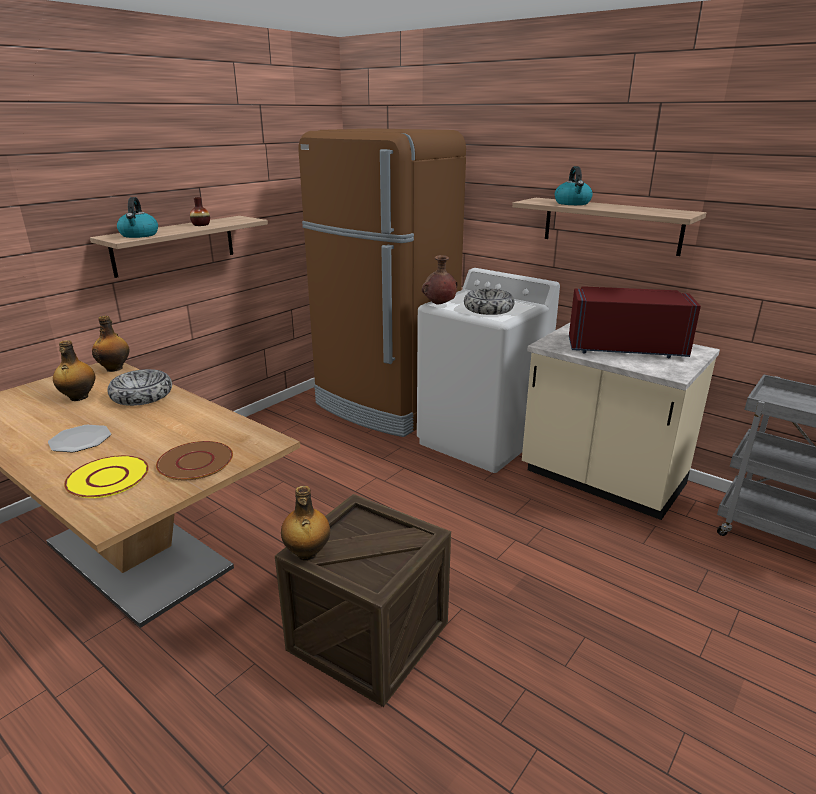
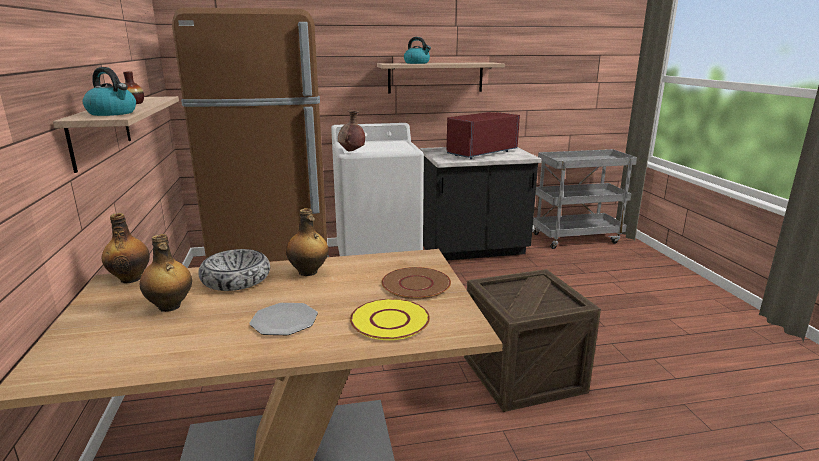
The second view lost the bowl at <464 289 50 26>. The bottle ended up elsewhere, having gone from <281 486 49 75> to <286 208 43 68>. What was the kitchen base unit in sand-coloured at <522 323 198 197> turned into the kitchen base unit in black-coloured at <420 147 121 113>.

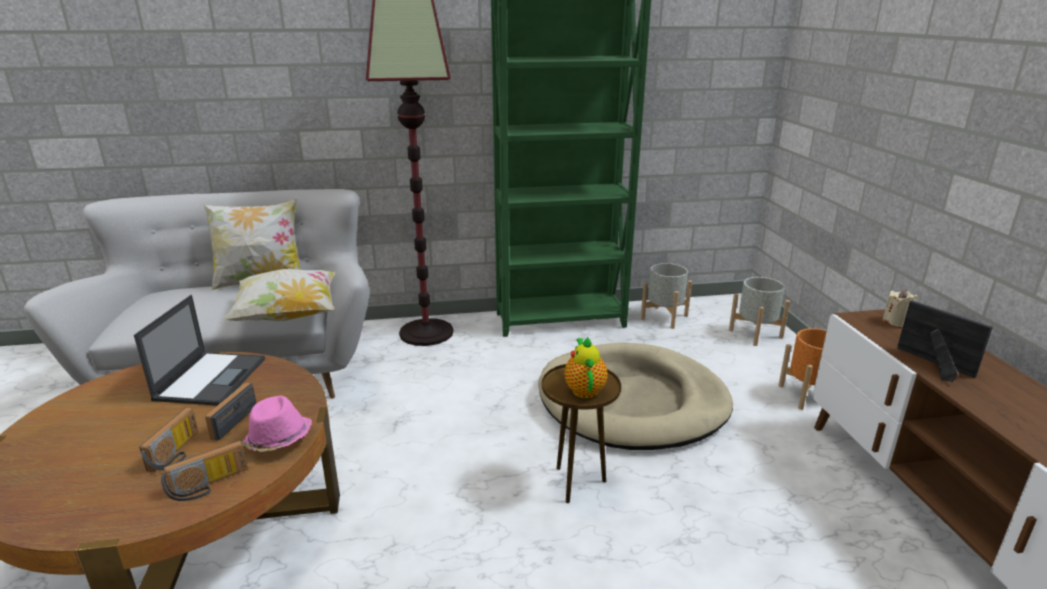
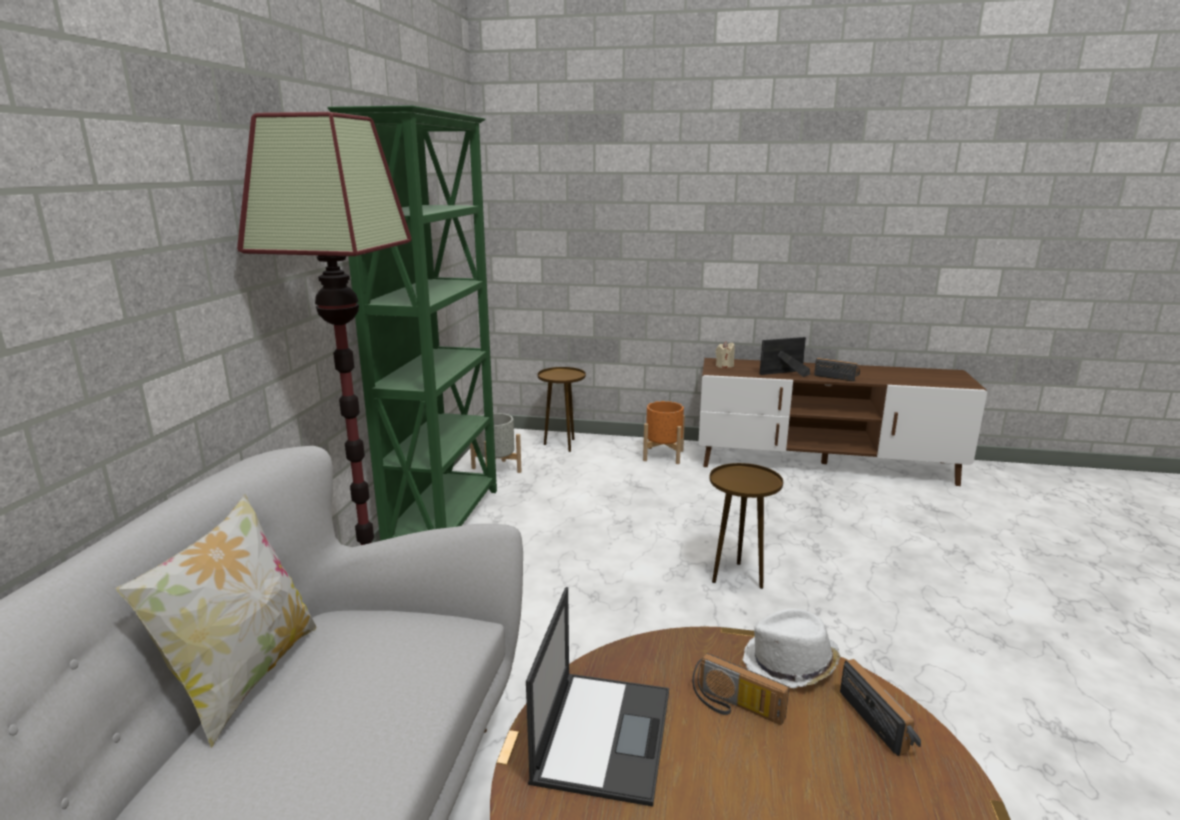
The second view lost the pillow at <223 269 112 52>. The second view lost the dog bed in sand-coloured at <538 343 195 107>. The second view lost the pot for tea at <564 336 44 62>. The radio set ended up elsewhere, having gone from <139 408 59 64> to <814 358 46 24>. Where the flower pot in gray stood at <729 277 61 69>, the accent table in brown-coloured came to stand at <537 367 49 85>. What was the wearable hat in pink-coloured at <241 395 71 57> turned into the wearable hat in white at <742 609 99 80>. The laptop at <134 295 131 111> ended up facing another way, 75 degrees clockwise from before.

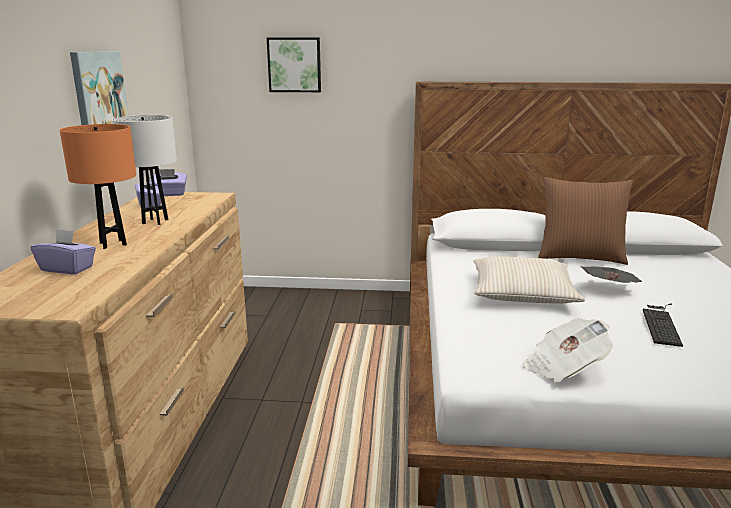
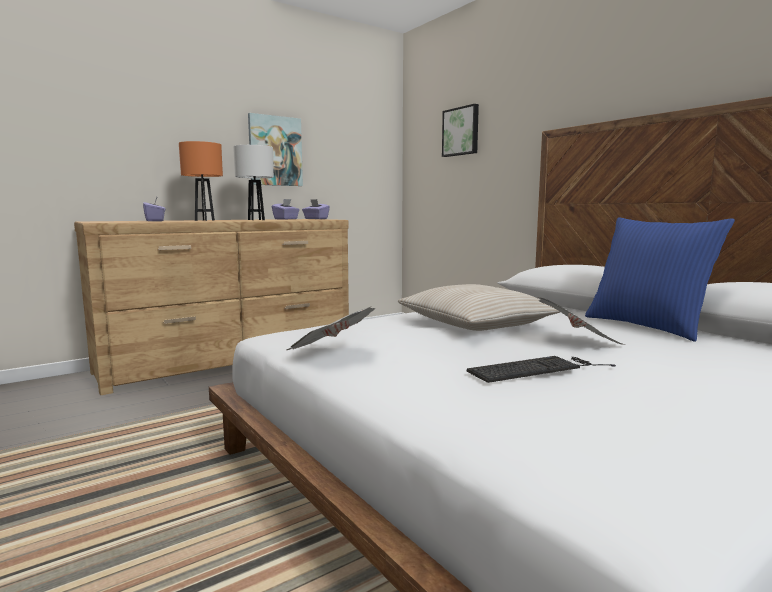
What was the pillow in brown-coloured at <538 177 95 88> turned into the pillow in blue at <585 217 150 125>.

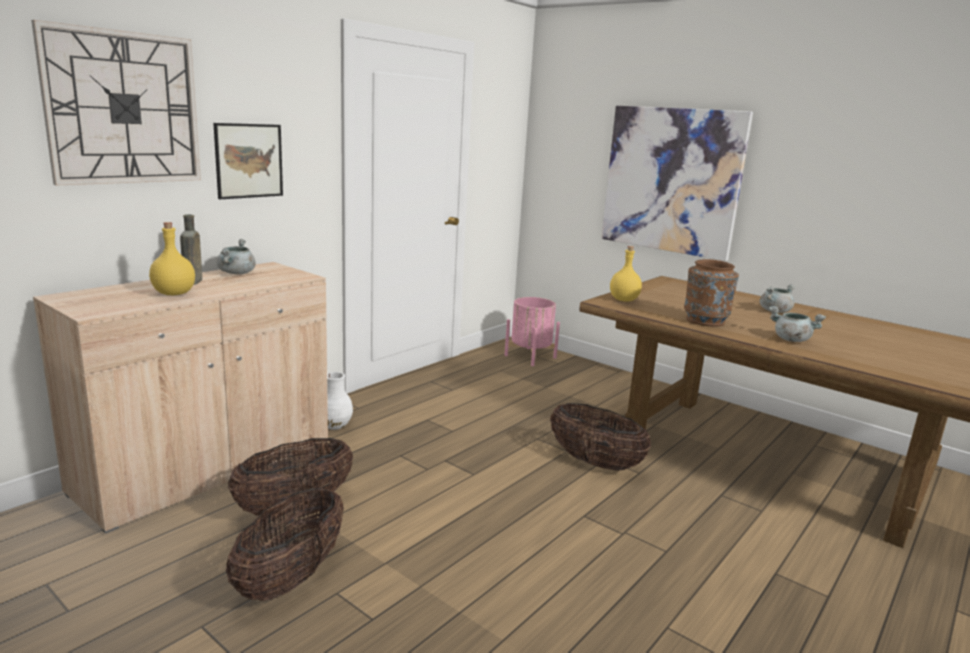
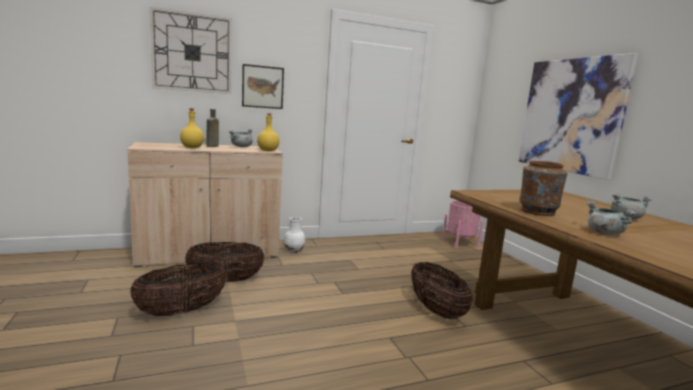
The bottle in yellow ended up elsewhere, having gone from <610 246 32 56> to <257 113 22 38>.

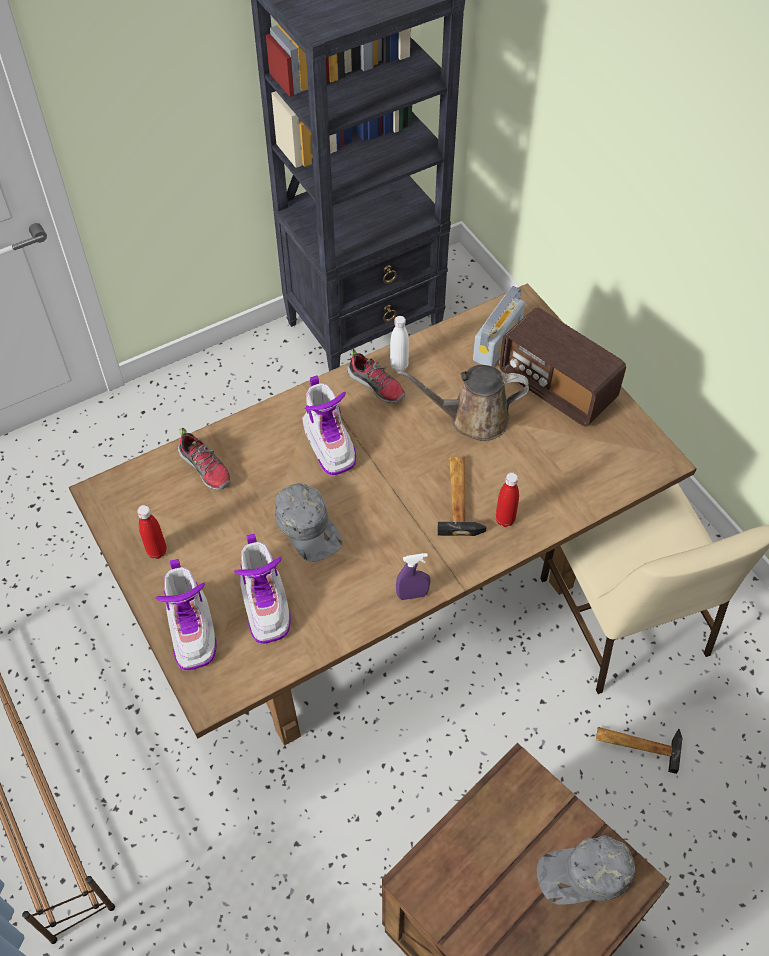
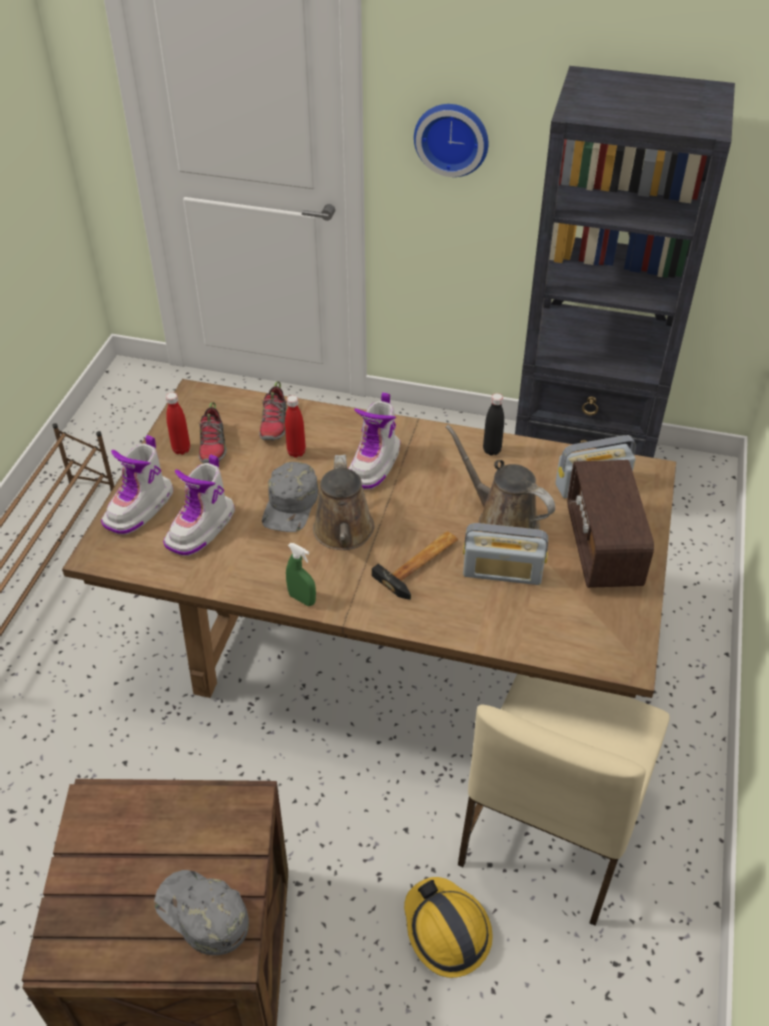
The second view gained the watering can in brown-coloured at <313 454 62 96>. The second view gained the wall clock at <414 104 74 73>. The second view gained the radio set at <463 523 85 62>. The shoe ended up elsewhere, having gone from <347 349 58 54> to <199 402 28 61>. The bottle in reddish ended up elsewhere, having gone from <495 472 24 55> to <285 395 21 63>. Where the hammer stood at <596 727 86 47>, the work helmet came to stand at <404 877 89 101>. What was the bottle in white at <390 316 19 55> turned into the bottle in black-coloured at <483 393 21 63>. What was the hand sprayer in purplish at <396 553 34 47> turned into the hand sprayer in green at <286 543 30 63>.

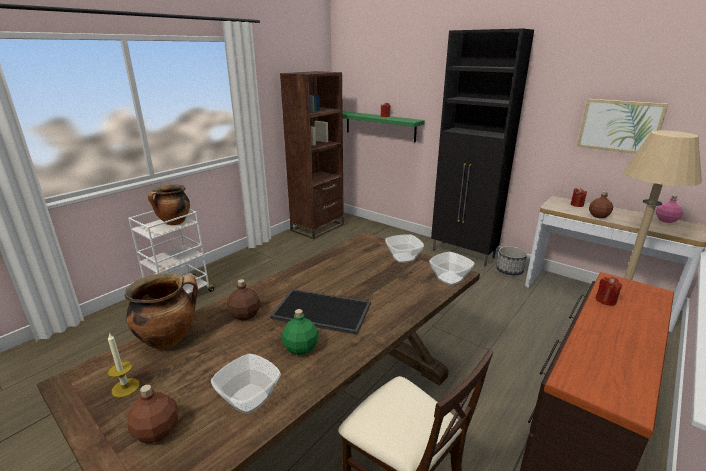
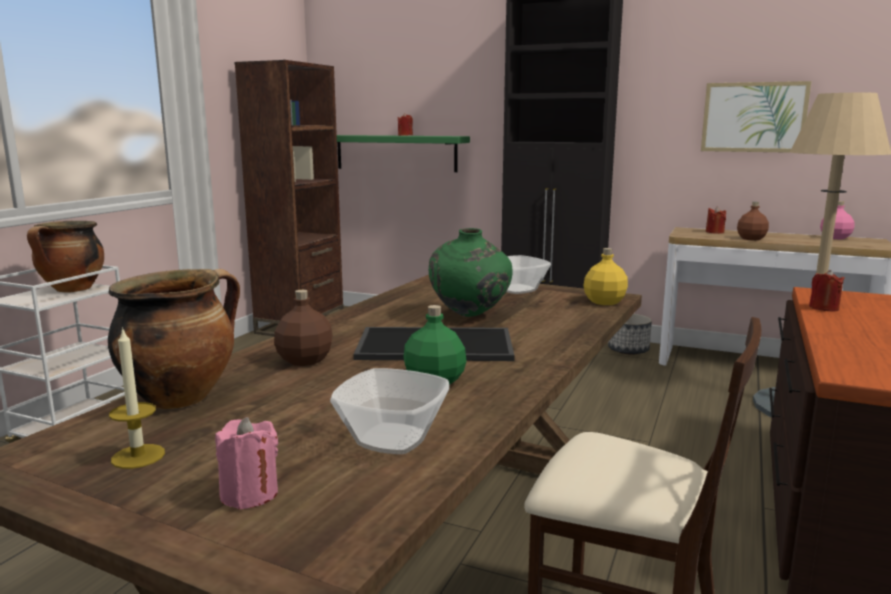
The second view gained the vase in green at <429 228 84 89>. Where the bottle in brown-coloured stood at <127 385 51 58>, the wax light in pink-coloured came to stand at <215 417 63 93>. Where the bowl stood at <429 252 46 33>, the bottle in yellow came to stand at <583 248 45 57>.

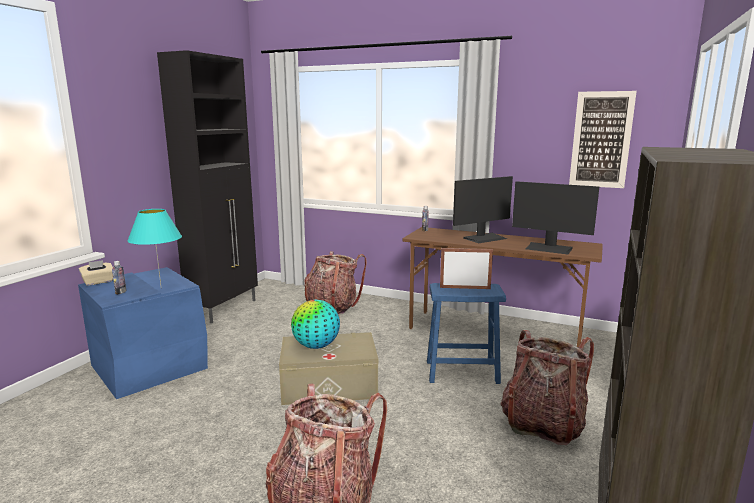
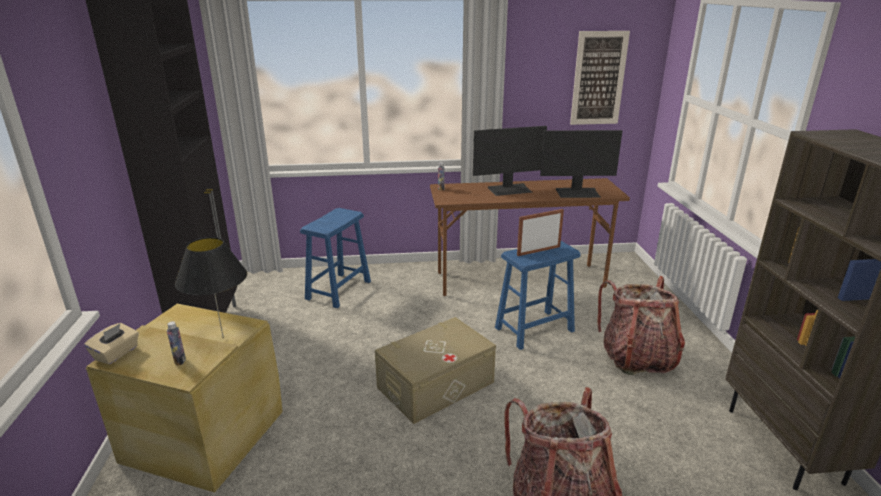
The second view lost the globe at <291 300 49 49>. Where the knapsack stood at <304 251 63 63>, the stool seat in blue came to stand at <300 208 71 100>. What was the storage box in blue at <78 267 130 132> turned into the storage box in sand-coloured at <86 304 197 189>. What was the table lamp in turquoise at <127 209 55 77> turned into the table lamp in black-coloured at <175 237 72 101>. The computer display at <453 176 60 67> ended up facing another way, 45 degrees clockwise from before.

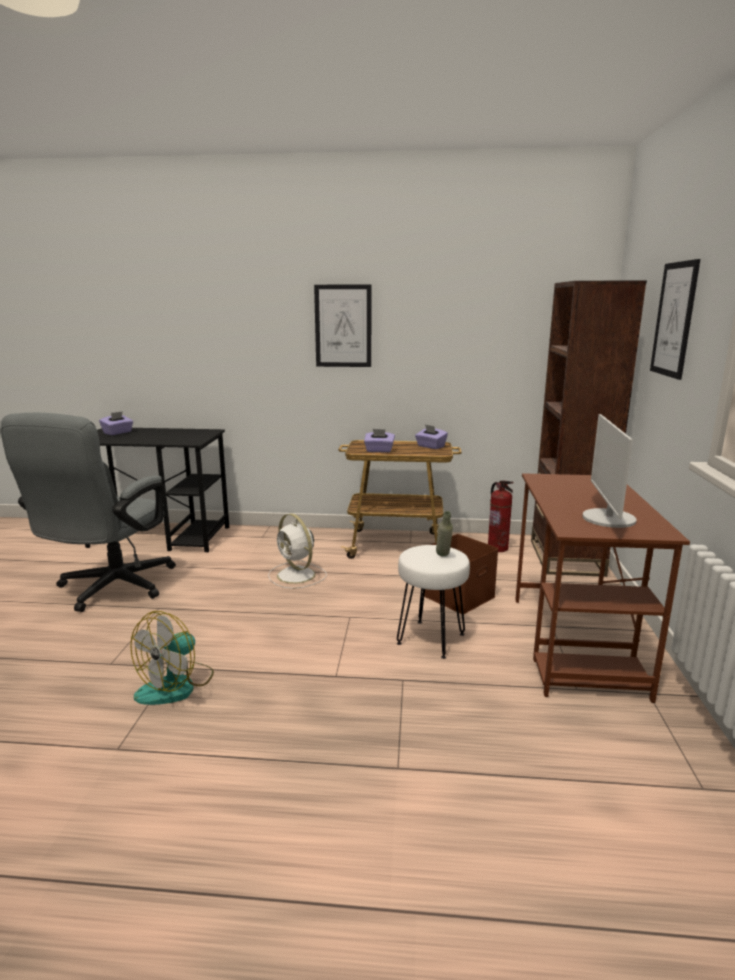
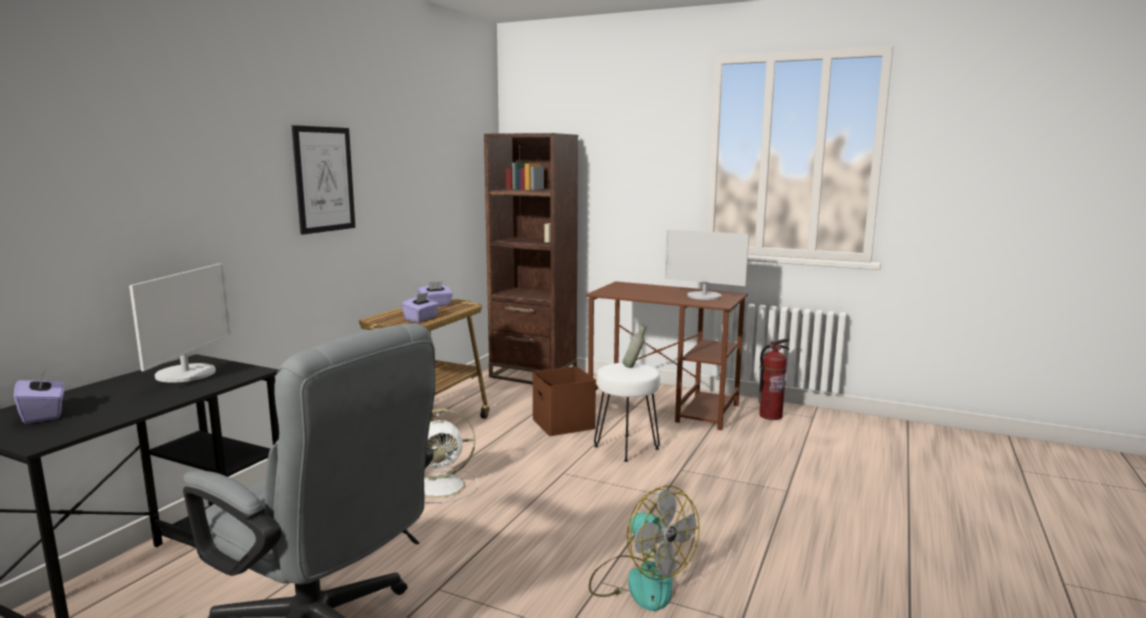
The second view lost the wall art at <650 259 50 121>. The second view gained the computer display at <129 263 102 120>. The extinguisher ended up elsewhere, having gone from <488 480 26 72> to <759 338 31 82>.

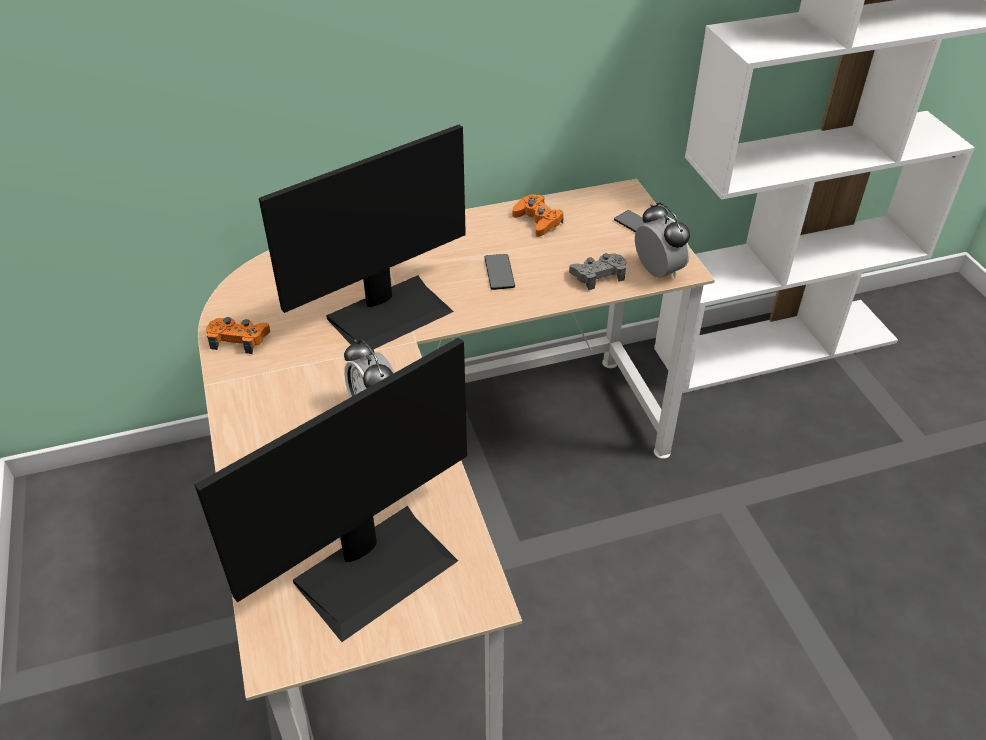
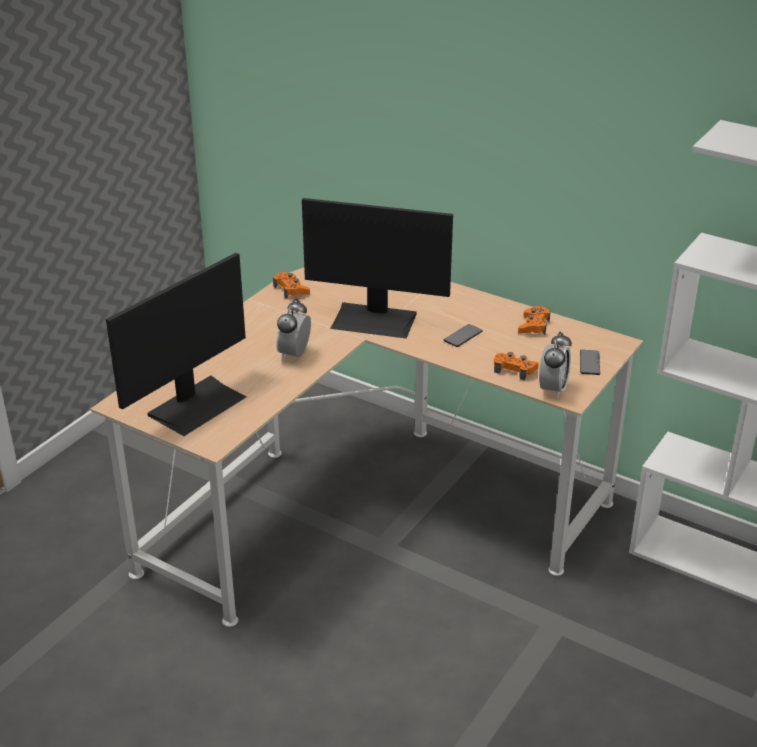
What was the gamepad in gray at <569 253 57 37> turned into the gamepad in orangey at <494 352 45 29>. The computer display at <194 337 273 305> ended up facing another way, 60 degrees counterclockwise from before.

